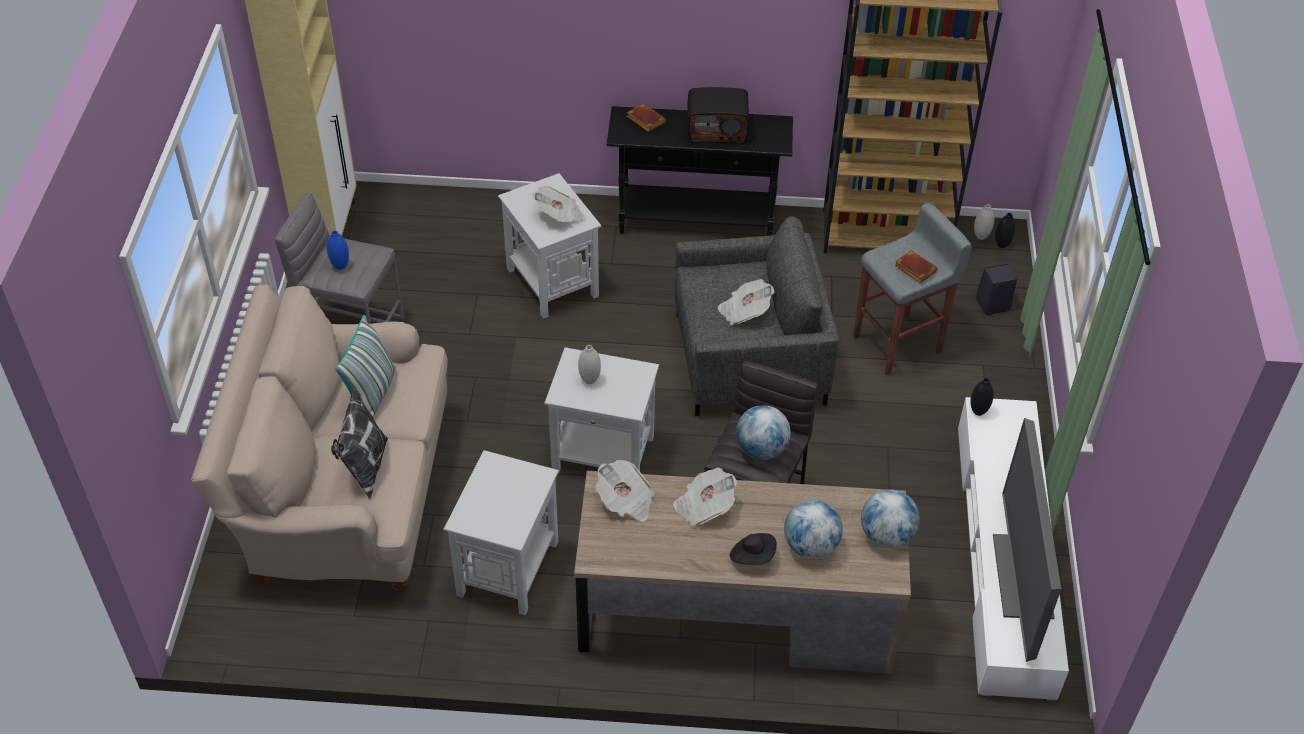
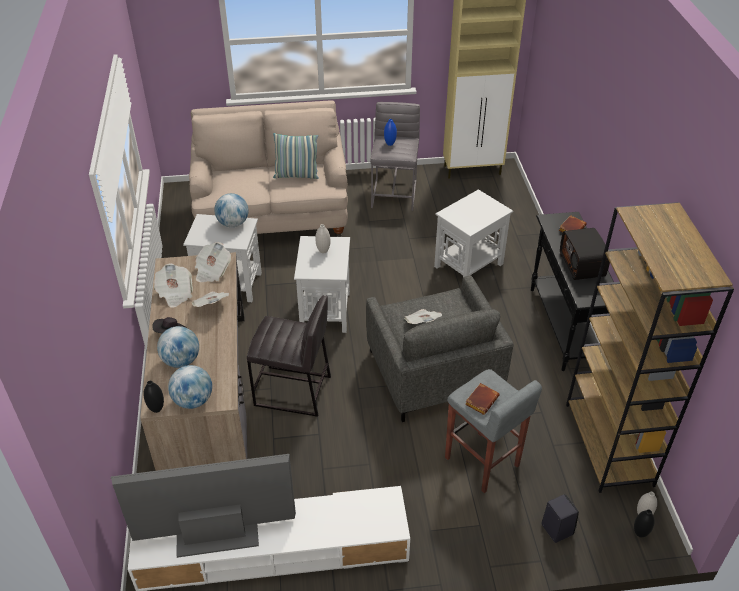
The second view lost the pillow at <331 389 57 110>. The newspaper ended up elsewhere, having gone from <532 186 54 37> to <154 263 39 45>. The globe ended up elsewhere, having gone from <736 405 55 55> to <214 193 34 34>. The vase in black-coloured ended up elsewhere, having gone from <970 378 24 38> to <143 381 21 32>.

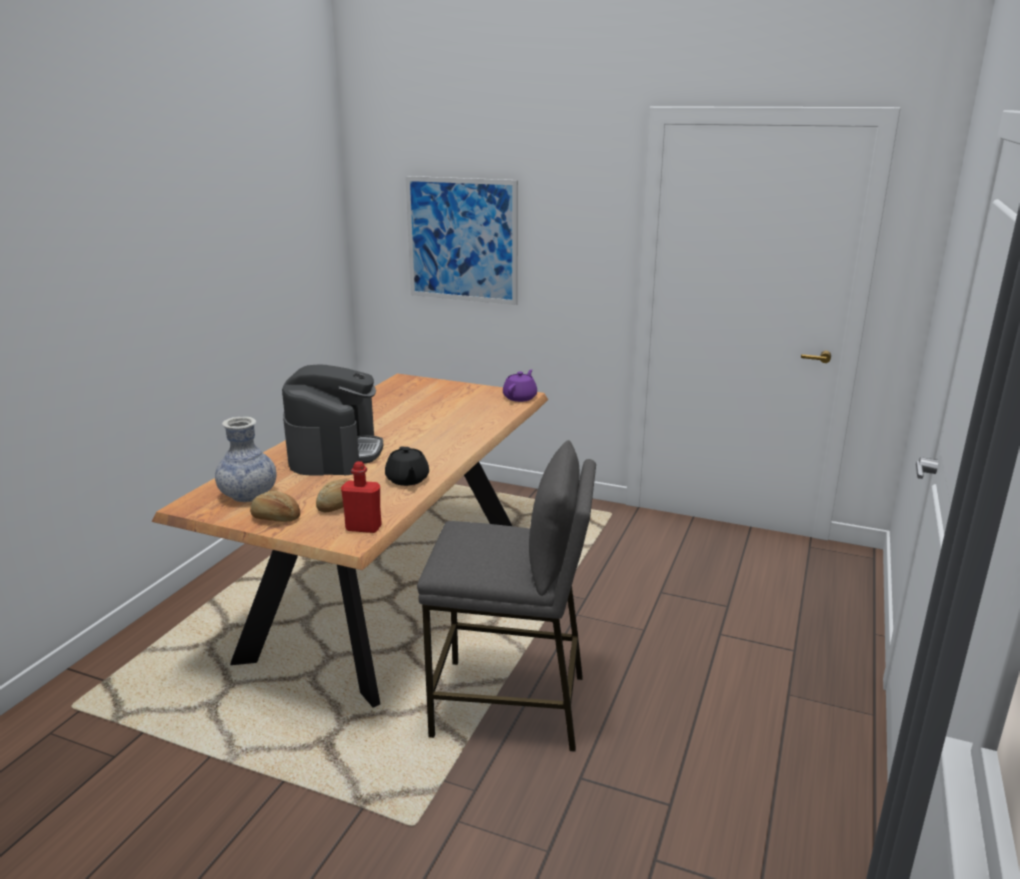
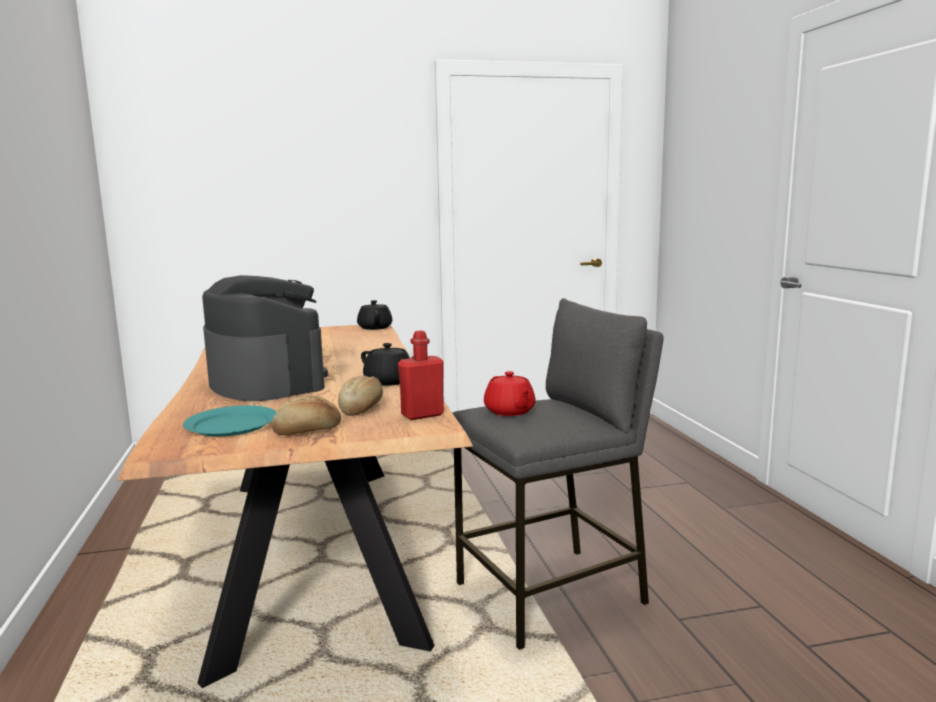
The second view lost the wall art at <405 176 113 129>. The second view gained the pot for tea in reddish at <484 371 52 45>. Where the vase stood at <215 417 62 85>, the plate in turquoise came to stand at <183 405 93 32>. What was the pot for tea in purplish at <503 369 34 33> turned into the pot for tea in black-coloured at <357 300 35 30>.

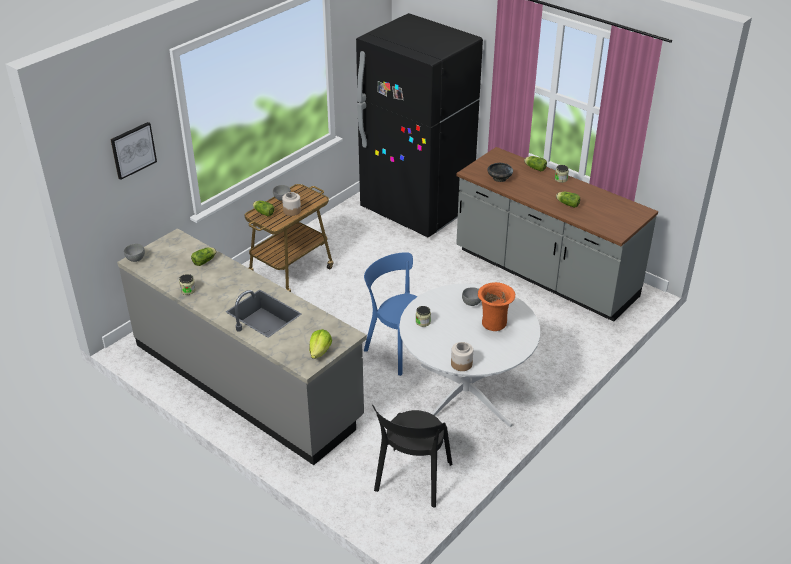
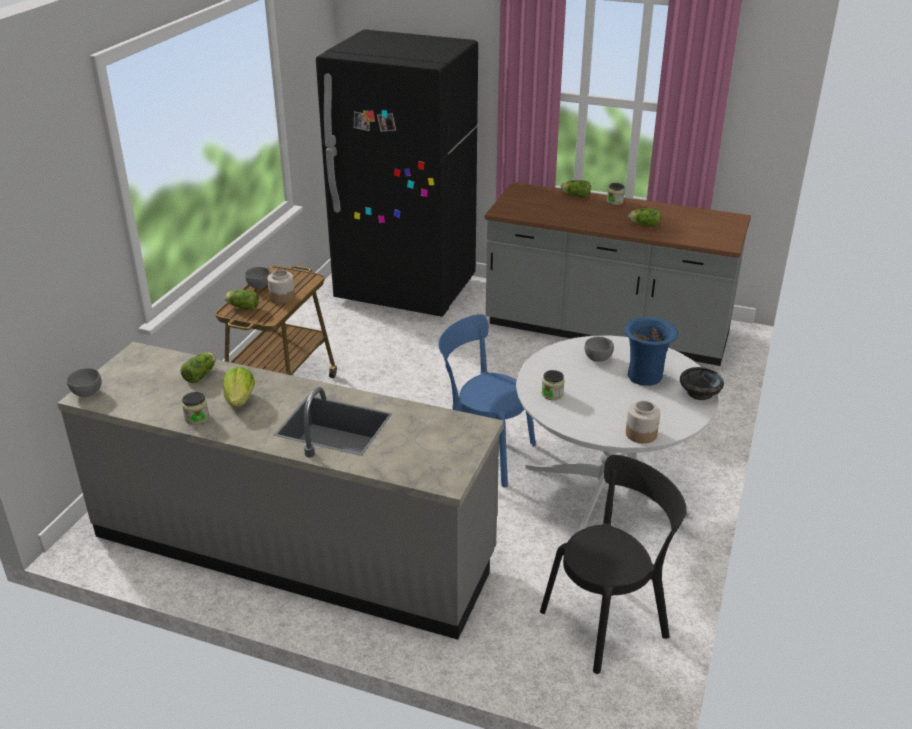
The second view lost the wall art at <110 122 47 58>. The lettuce head ended up elsewhere, having gone from <309 329 23 30> to <223 367 32 40>. The bowl in black-coloured ended up elsewhere, having gone from <487 163 26 19> to <680 367 44 33>. What was the vase in orangey at <478 282 37 49> turned into the vase in blue at <625 317 53 69>. The chair in black-coloured at <372 405 80 103> ended up facing another way, 120 degrees counterclockwise from before.

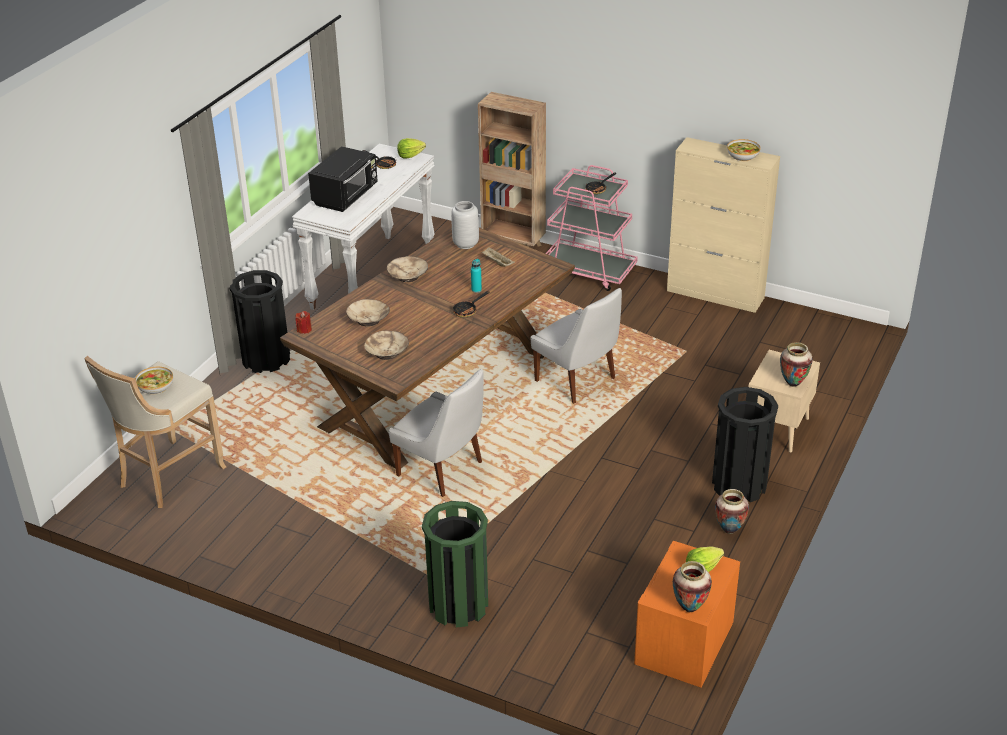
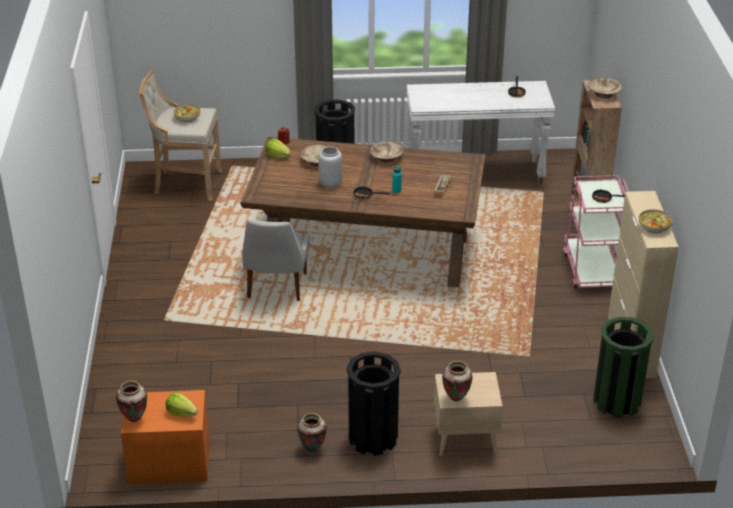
The second view lost the microwave in black-coloured at <308 146 70 66>. The second view lost the chair in white at <531 288 91 116>. The bowl in sand-coloured ended up elsewhere, having gone from <364 331 45 29> to <588 78 35 20>. The lettuce head ended up elsewhere, having gone from <397 138 29 21> to <266 139 26 19>. The trash can in green ended up elsewhere, having gone from <422 501 66 126> to <594 317 59 101>. The vase in gray ended up elsewhere, having gone from <451 201 28 48> to <318 146 24 43>.

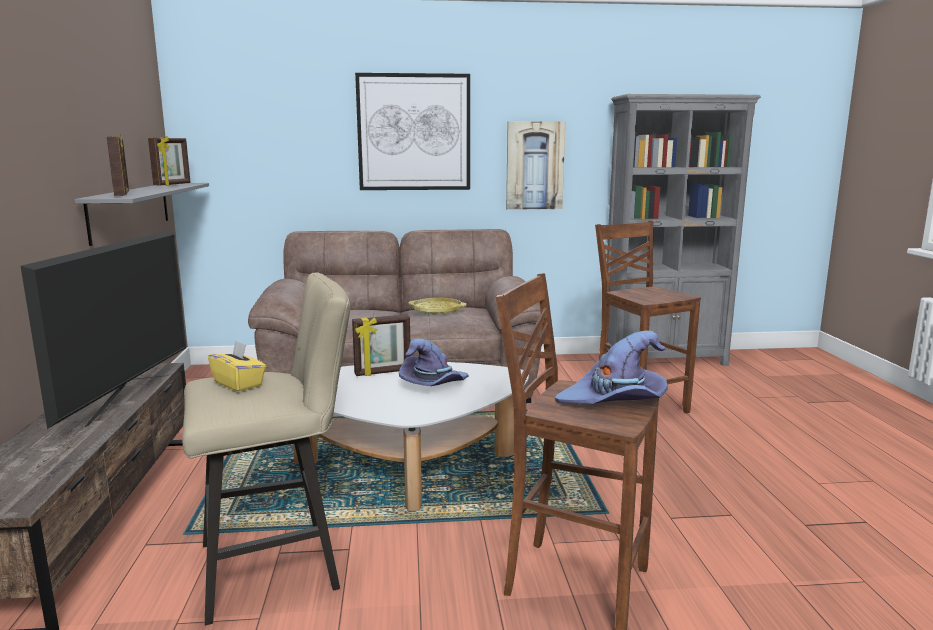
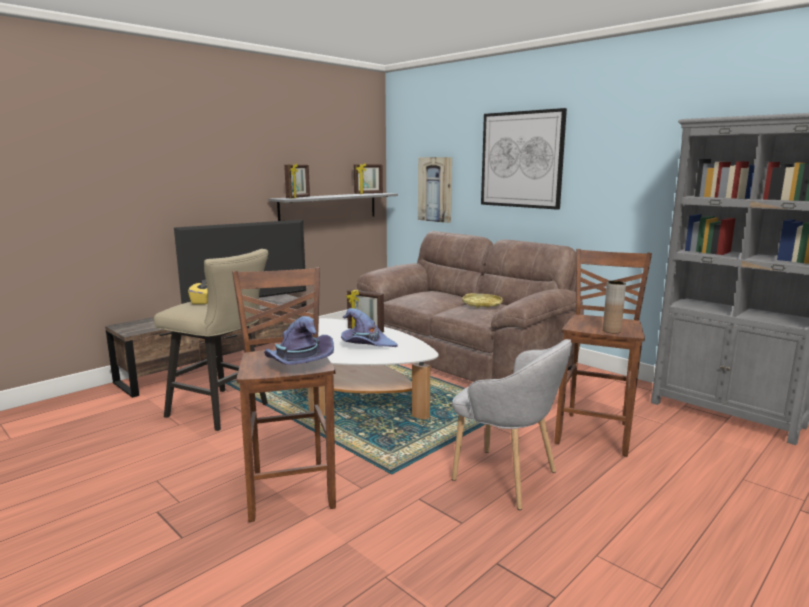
The second view gained the easy chair in gray at <452 339 120 171>. The second view gained the vase in brown-coloured at <603 281 23 52>. The wall art ended up elsewhere, having gone from <506 121 59 89> to <418 157 34 66>.

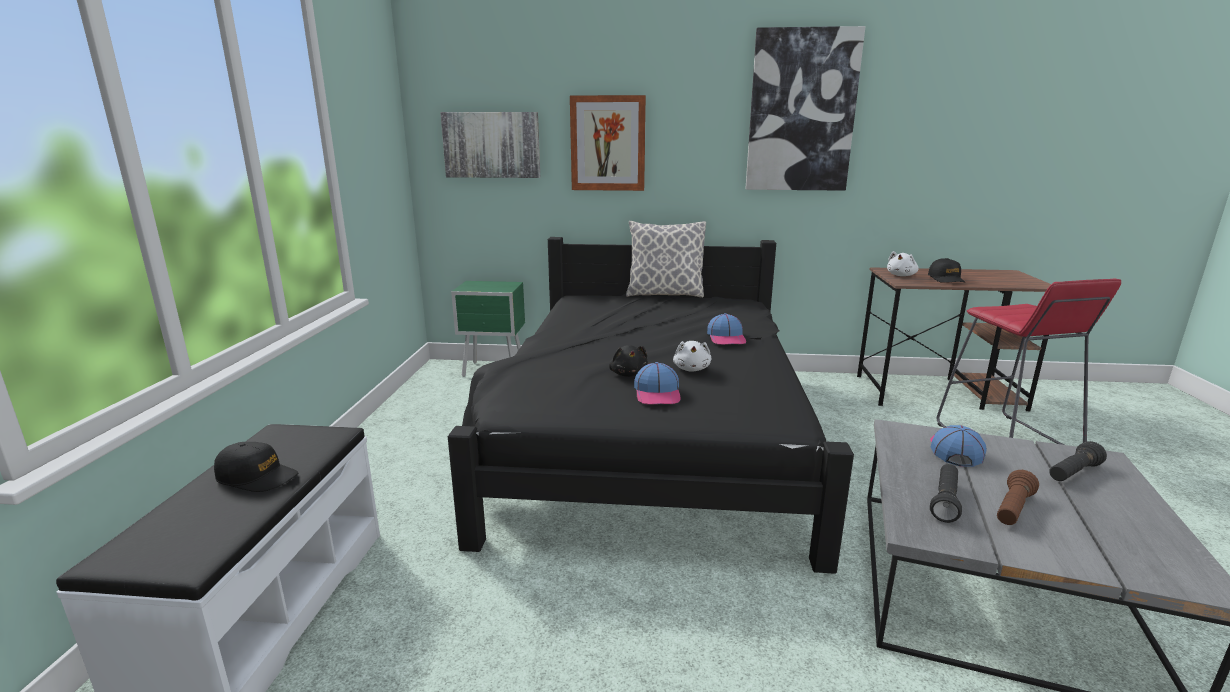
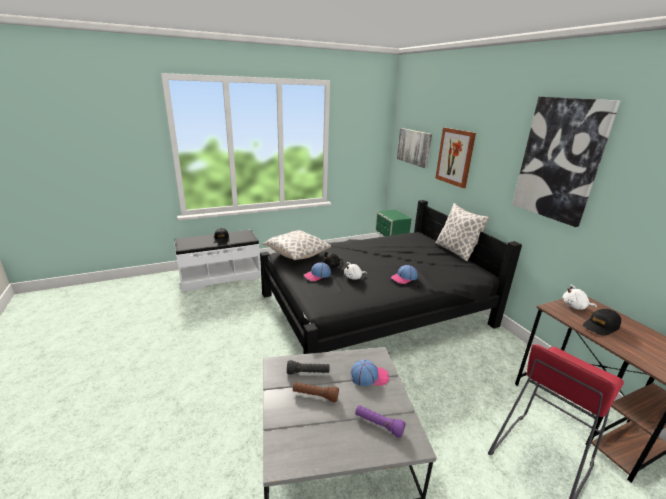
The second view gained the pillow at <262 230 69 30>. What was the hand torch in black-coloured at <1049 441 58 40> turned into the hand torch in purplish at <355 405 50 33>.

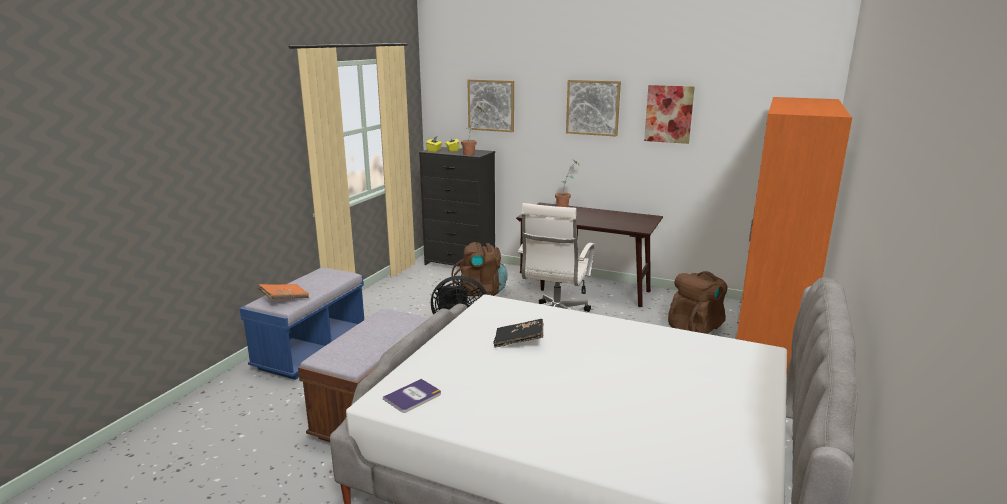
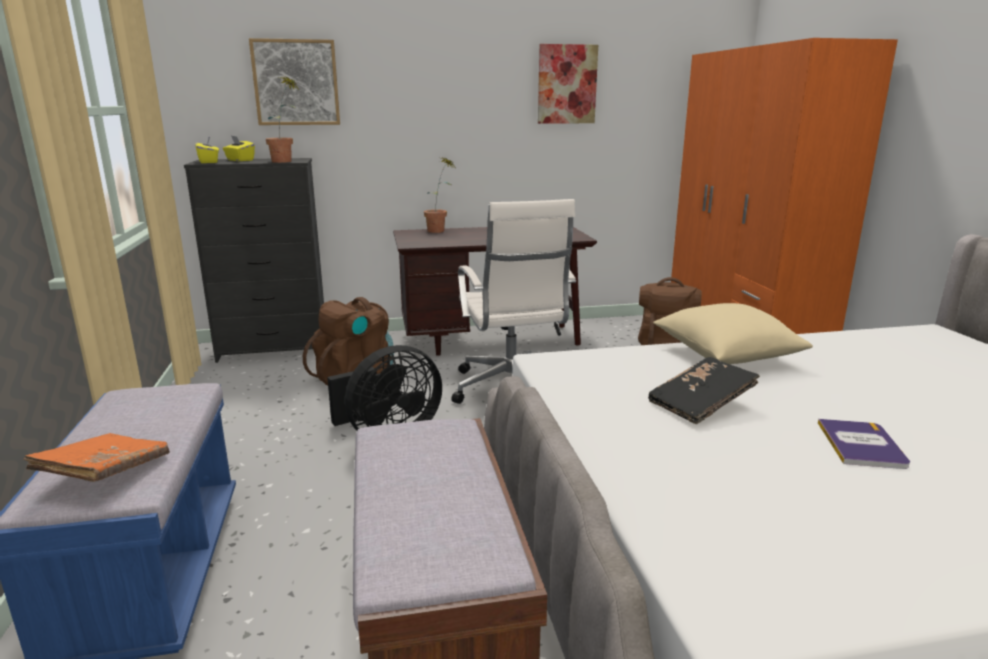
The second view lost the wall art at <566 80 55 57>. The second view gained the pillow in sand-coloured at <653 303 160 61>. The bound book ended up elsewhere, having gone from <383 379 58 34> to <818 419 92 50>.

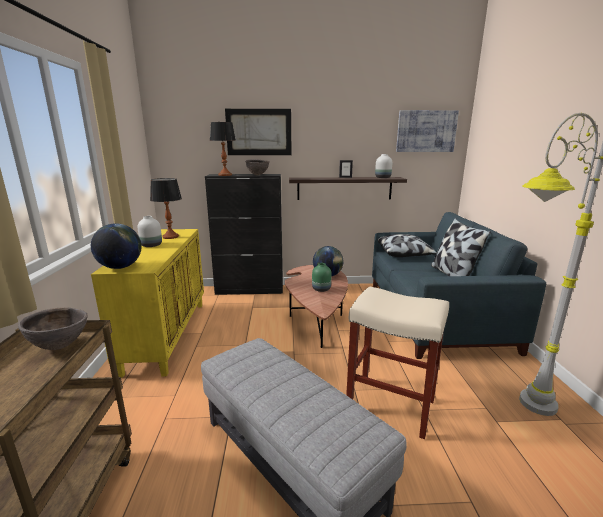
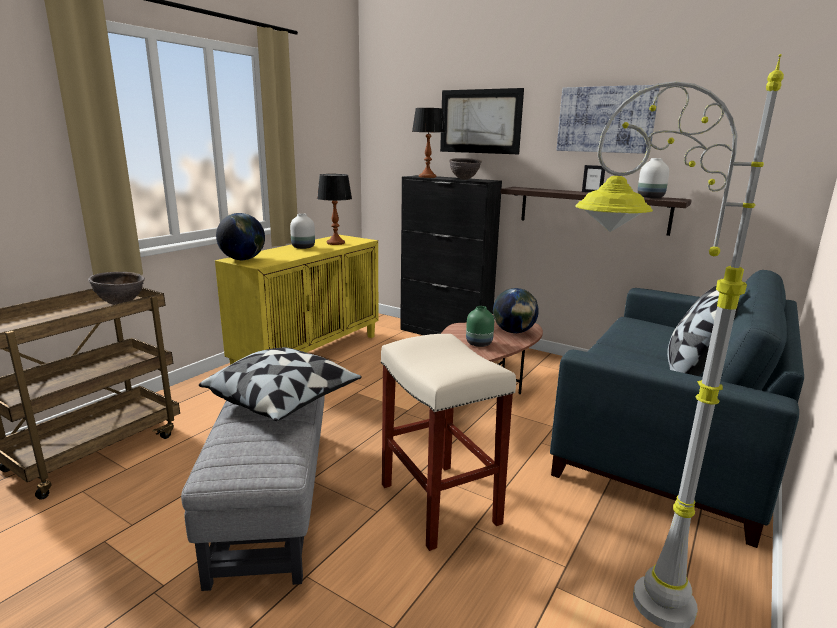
The pillow ended up elsewhere, having gone from <378 234 59 23> to <199 347 163 74>. The wall art ended up elsewhere, having gone from <396 110 63 42> to <557 85 103 69>.

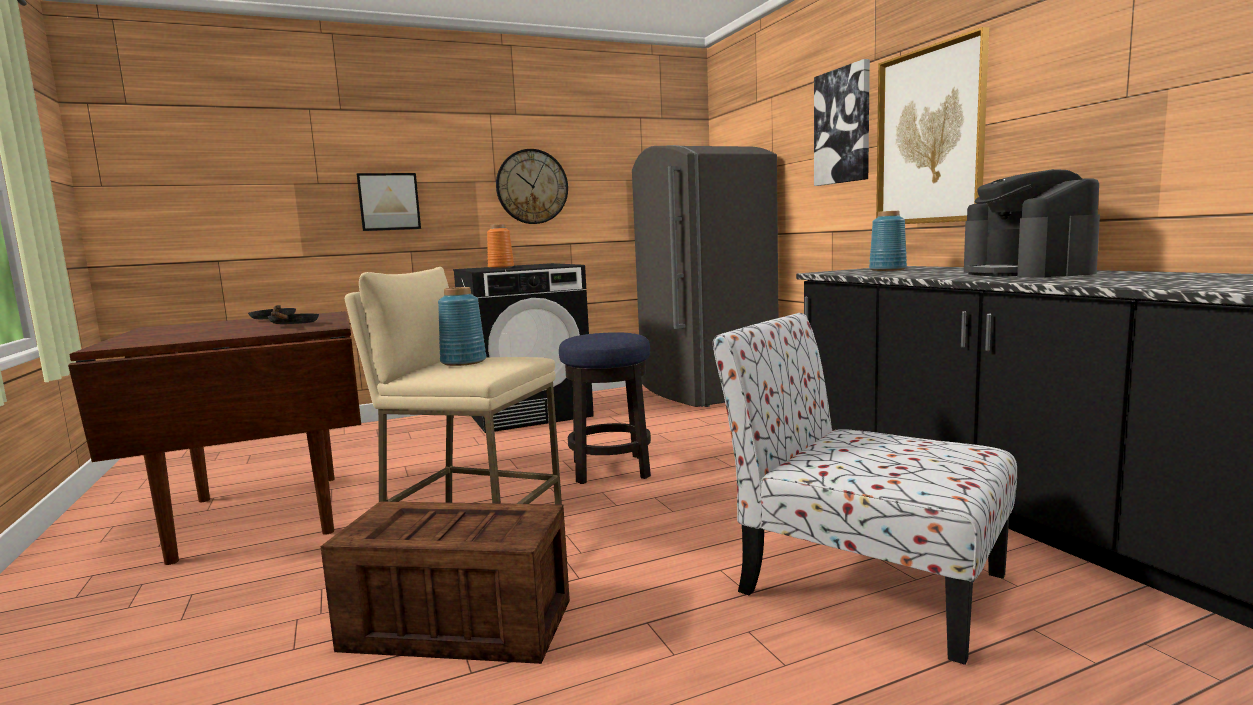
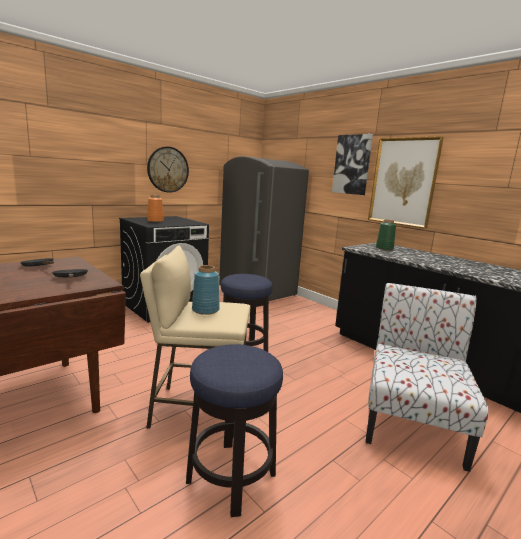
The second view lost the wall art at <357 173 64 58>. The second view lost the coffee maker at <964 169 136 109>. Where the shipping crate stood at <320 501 250 163>, the stool seat came to stand at <186 344 97 173>. What was the vase in blue at <869 211 38 60> turned into the vase in green at <376 219 20 31>. The chair at <713 313 304 352> ended up facing another way, 90 degrees clockwise from before.

